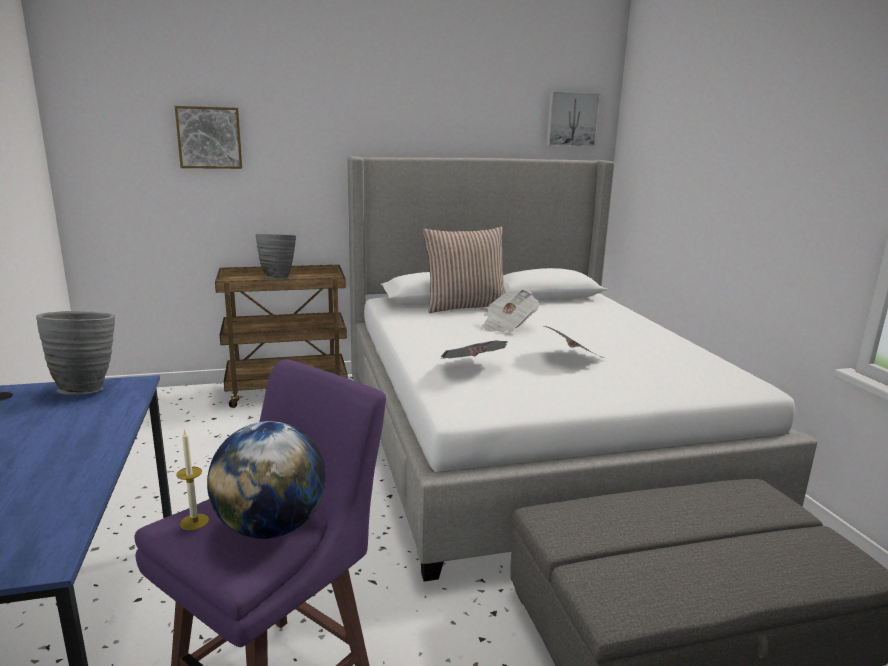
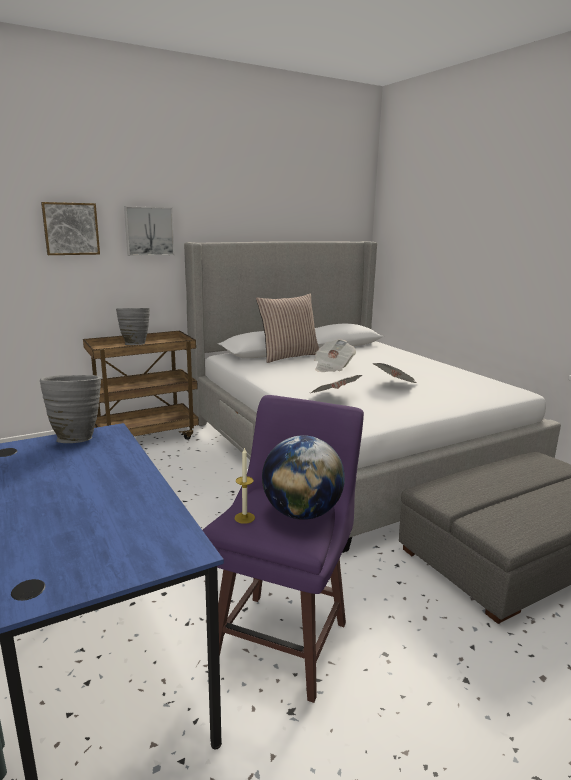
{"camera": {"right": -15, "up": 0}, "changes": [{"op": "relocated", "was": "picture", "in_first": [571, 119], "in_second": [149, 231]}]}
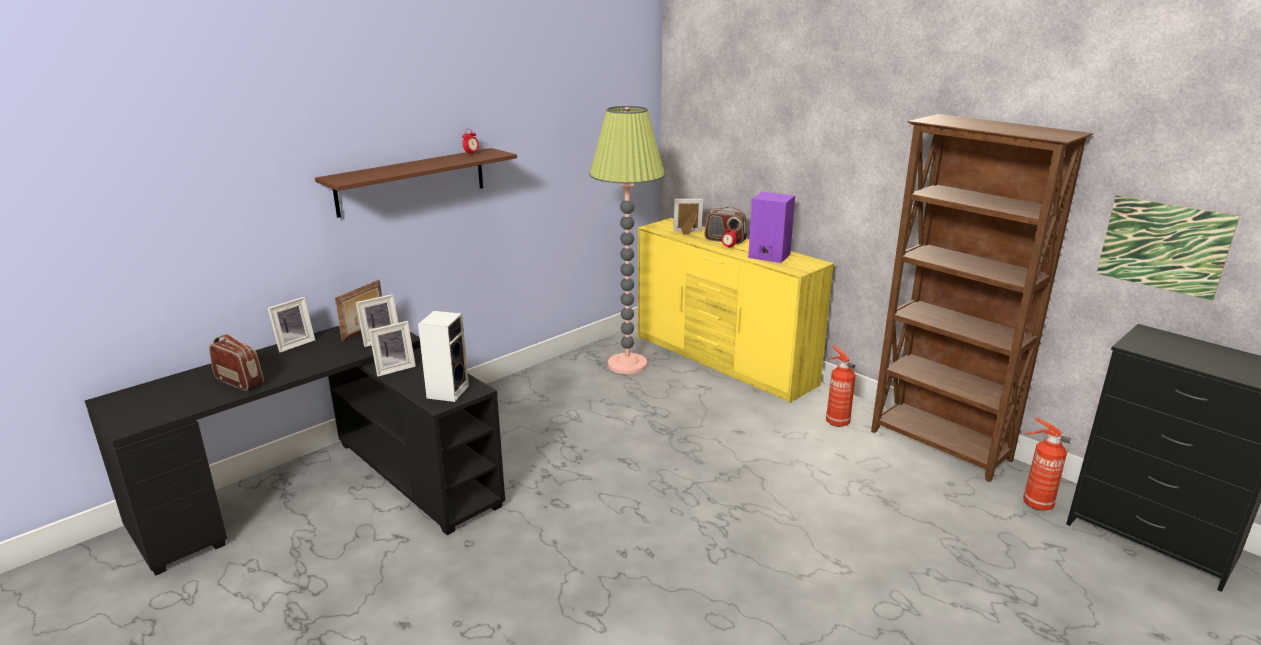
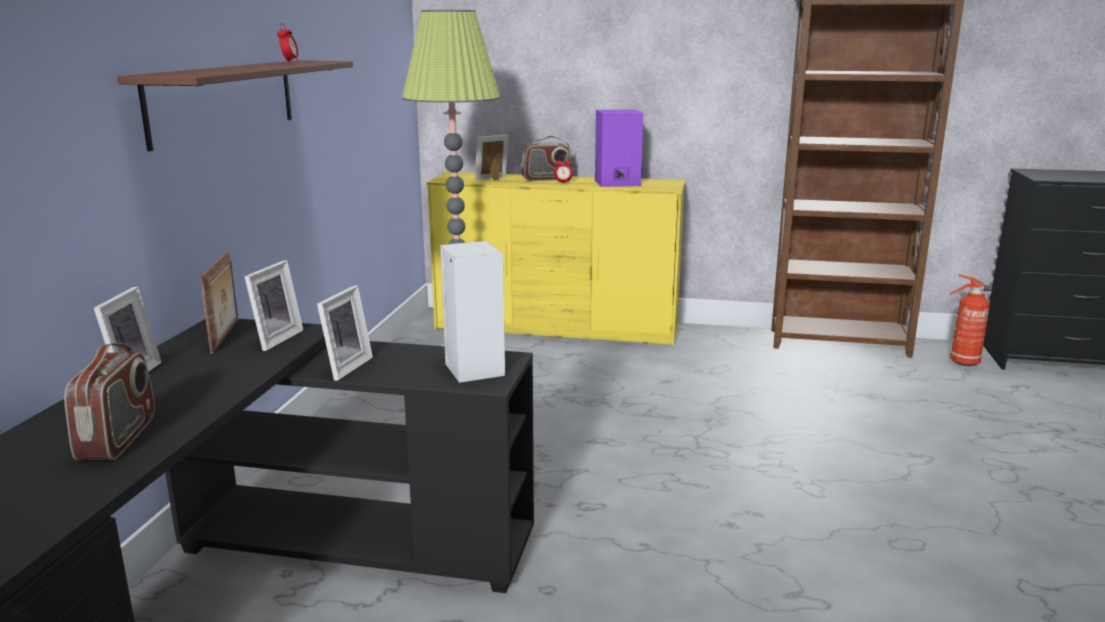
{"camera": {"right": -35, "up": -5}, "changes": [{"op": "spun", "was": "radio", "in_first": [240, 381], "in_second": [119, 438], "clockwise": 90}, {"op": "missing", "was": "fire extinguisher", "in_first": [836, 422]}, {"op": "missing", "was": "picture", "in_first": [1163, 246]}]}
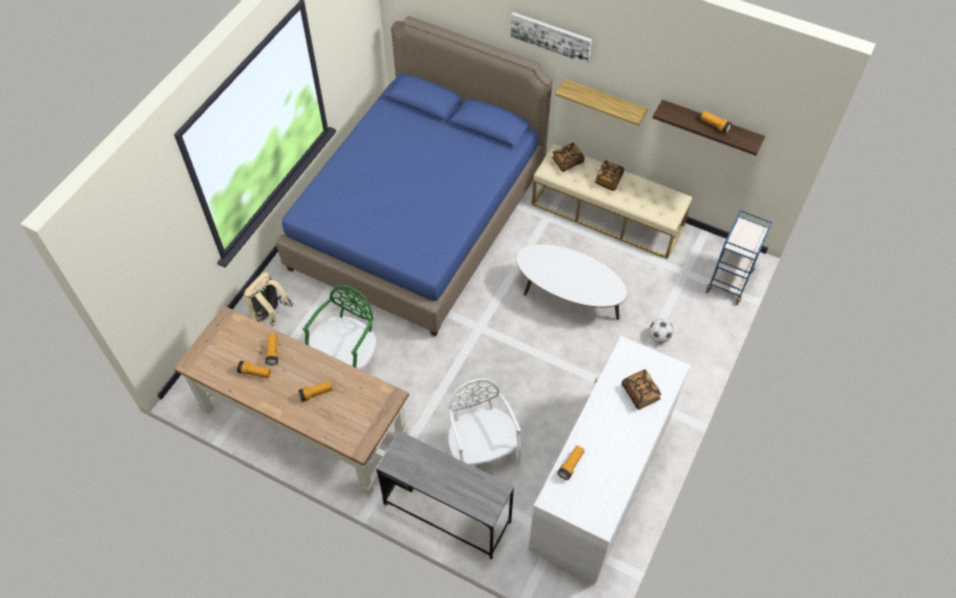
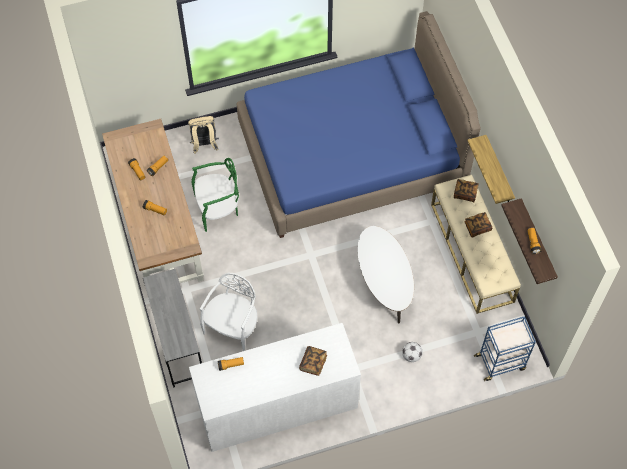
{"camera": {"right": 45, "up": 5}, "changes": [{"op": "missing", "was": "picture", "in_first": [551, 36]}]}
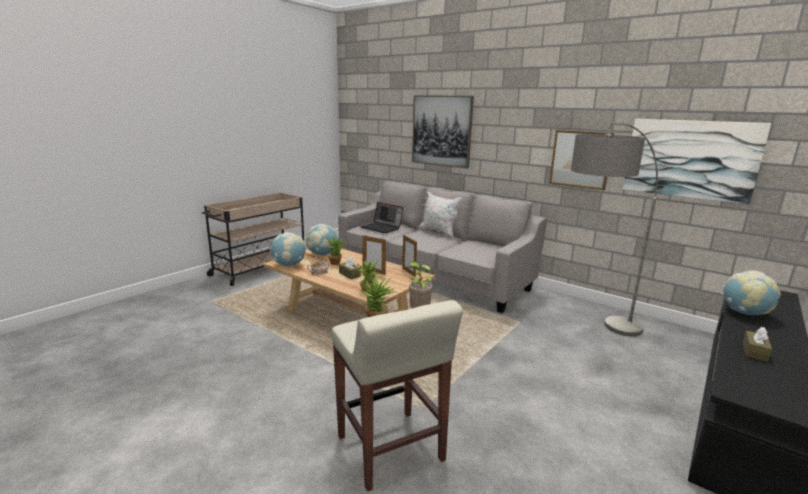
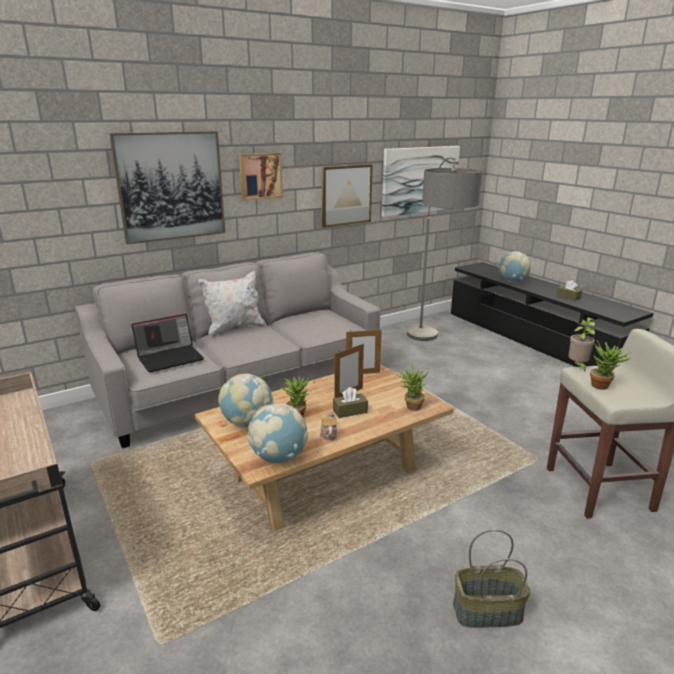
{"camera": {"right": -70, "up": 5}, "changes": [{"op": "appeared", "now": "picture", "in_second": [260, 176]}, {"op": "appeared", "now": "basket", "in_second": [487, 612]}]}
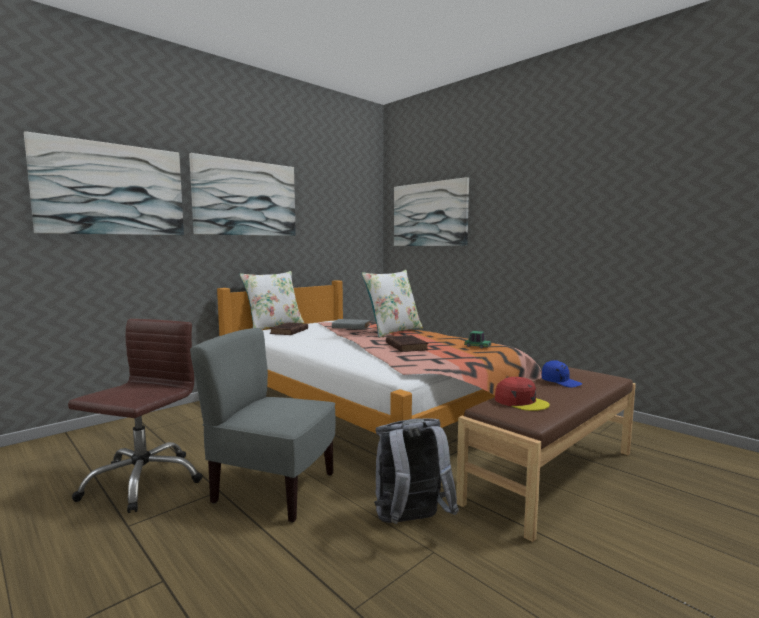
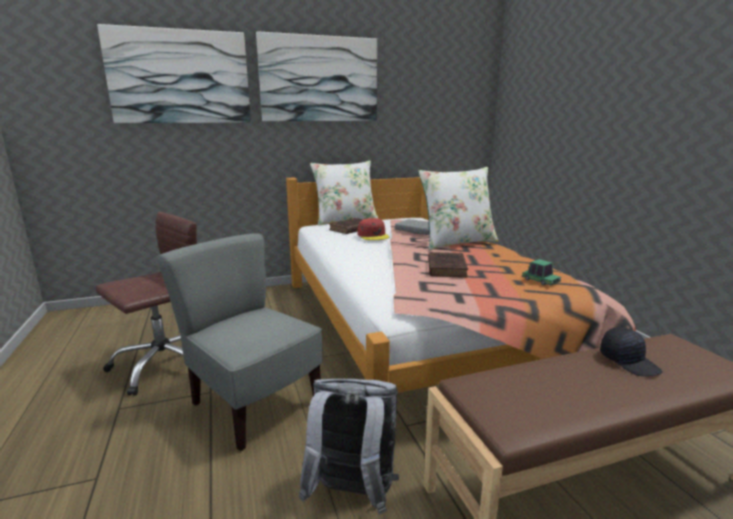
{"camera": {"right": 25, "up": 10}, "changes": [{"op": "missing", "was": "picture", "in_first": [429, 214]}, {"op": "relocated", "was": "cap in red", "in_first": [521, 402], "in_second": [373, 235]}, {"op": "colour", "was": "cap in blue", "now": "cap in black", "in_first": [560, 382], "in_second": [629, 361]}]}
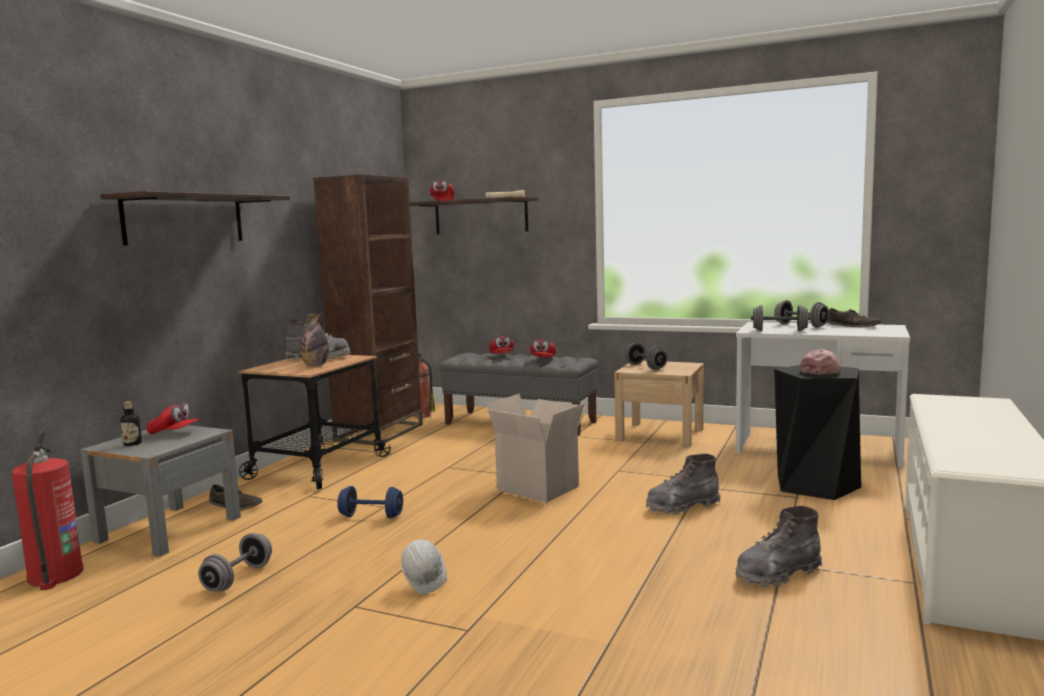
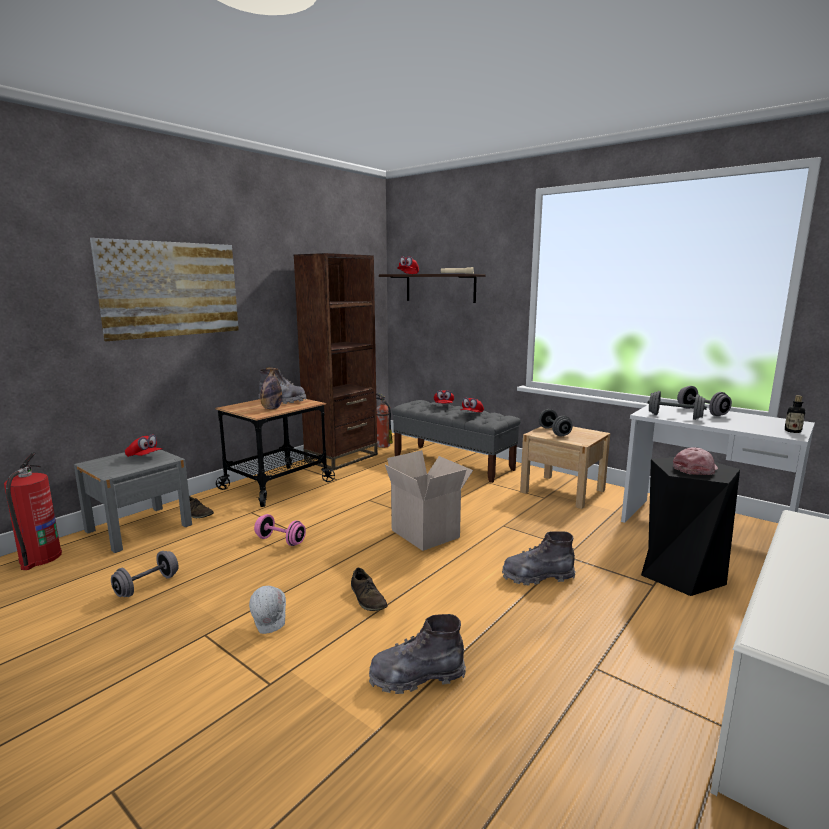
{"camera": {"right": 15, "up": 5}, "changes": [{"op": "exchanged", "was": "shelf", "now": "picture", "in_first": [185, 219], "in_second": [171, 289]}, {"op": "relocated", "was": "bottle", "in_first": [132, 444], "in_second": [792, 431]}, {"op": "colour", "was": "dumbbell in blue", "now": "dumbbell in pink", "in_first": [371, 516], "in_second": [280, 541]}, {"op": "relocated", "was": "boot in grey", "in_first": [777, 573], "in_second": [416, 676]}, {"op": "relocated", "was": "shoe in brown", "in_first": [852, 325], "in_second": [368, 598]}]}
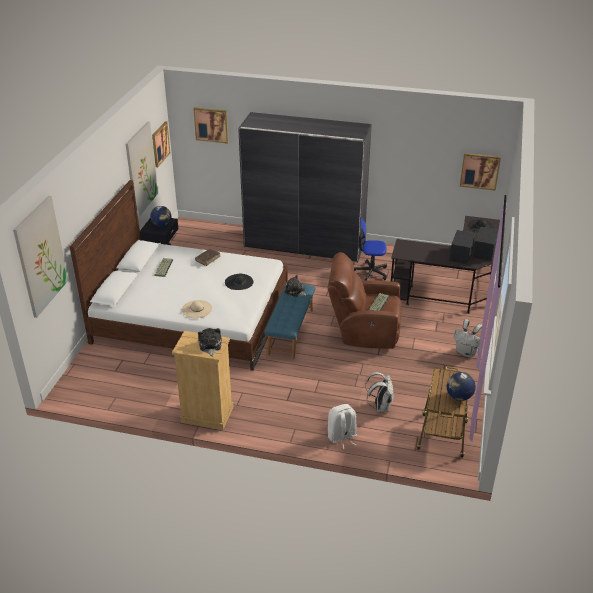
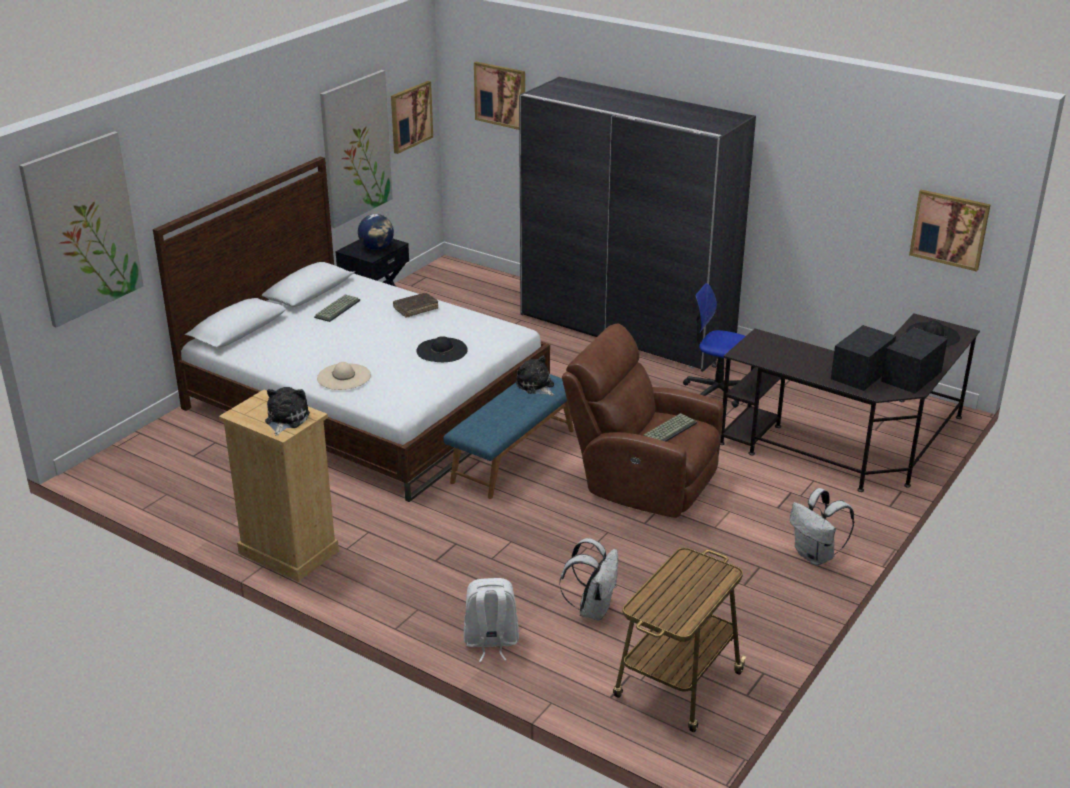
{"camera": {"right": 20, "up": -5}, "changes": [{"op": "missing", "was": "globe", "in_first": [459, 397]}]}
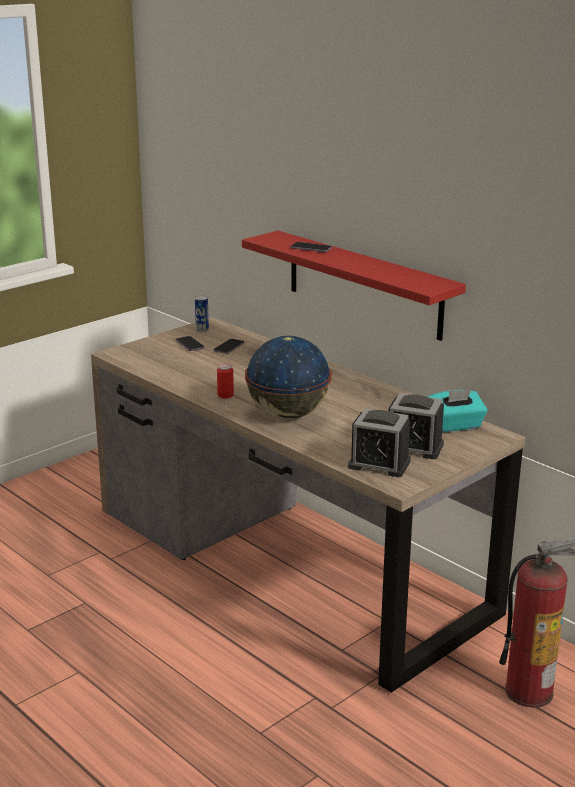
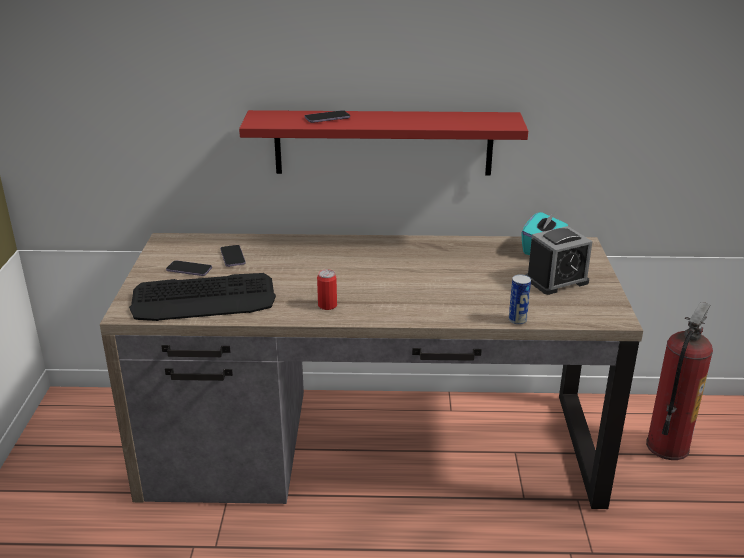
{"camera": {"right": -45, "up": 5}, "changes": [{"op": "relocated", "was": "can", "in_first": [202, 330], "in_second": [517, 320]}, {"op": "missing", "was": "globe", "in_first": [288, 414]}, {"op": "missing", "was": "alarm clock", "in_first": [379, 464]}, {"op": "appeared", "now": "keyboard", "in_second": [204, 299]}]}
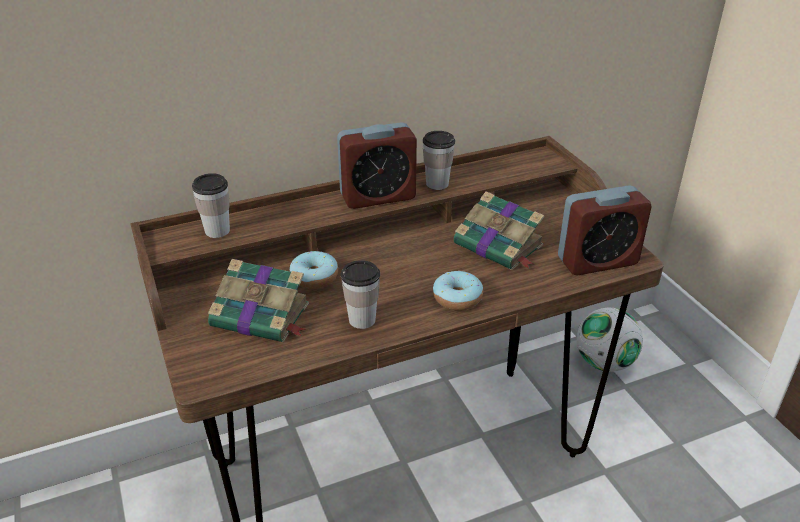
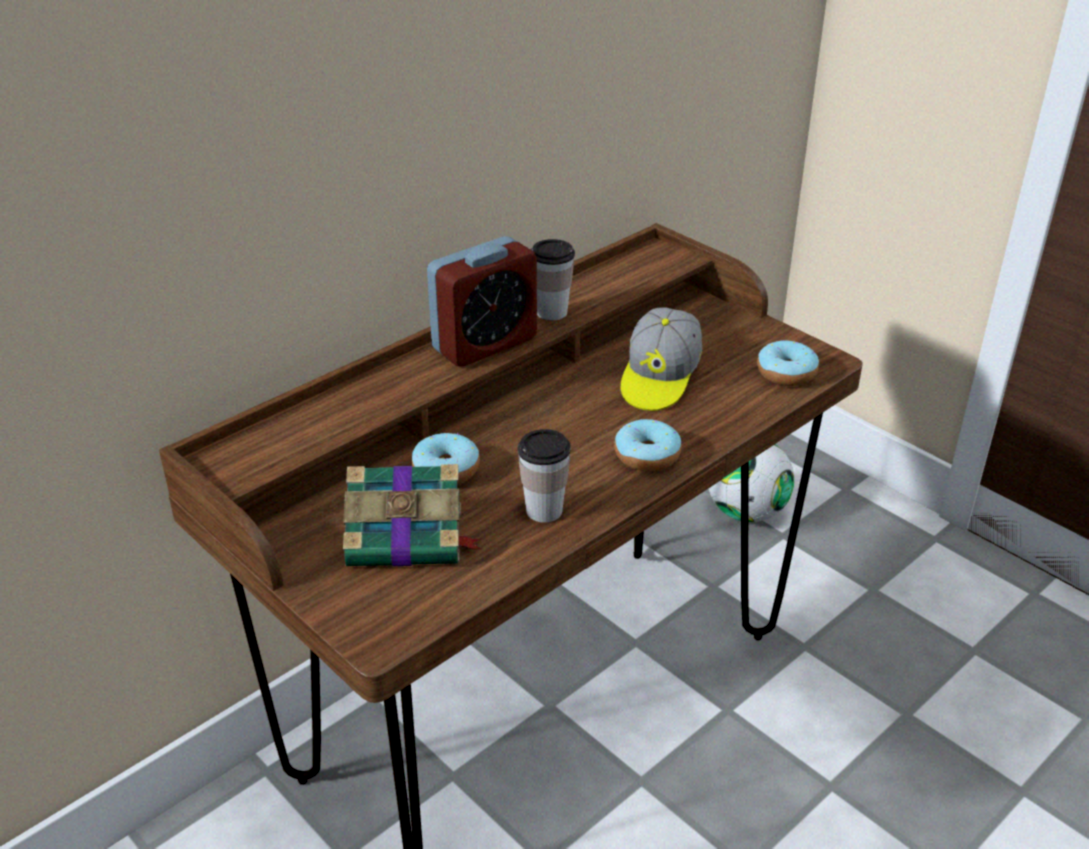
{"camera": {"right": -20, "up": 0}, "changes": [{"op": "missing", "was": "cup", "in_first": [217, 231]}, {"op": "exchanged", "was": "book", "now": "cap", "in_first": [499, 246], "in_second": [659, 378]}, {"op": "exchanged", "was": "alarm clock", "now": "donut", "in_first": [597, 261], "in_second": [786, 373]}]}
